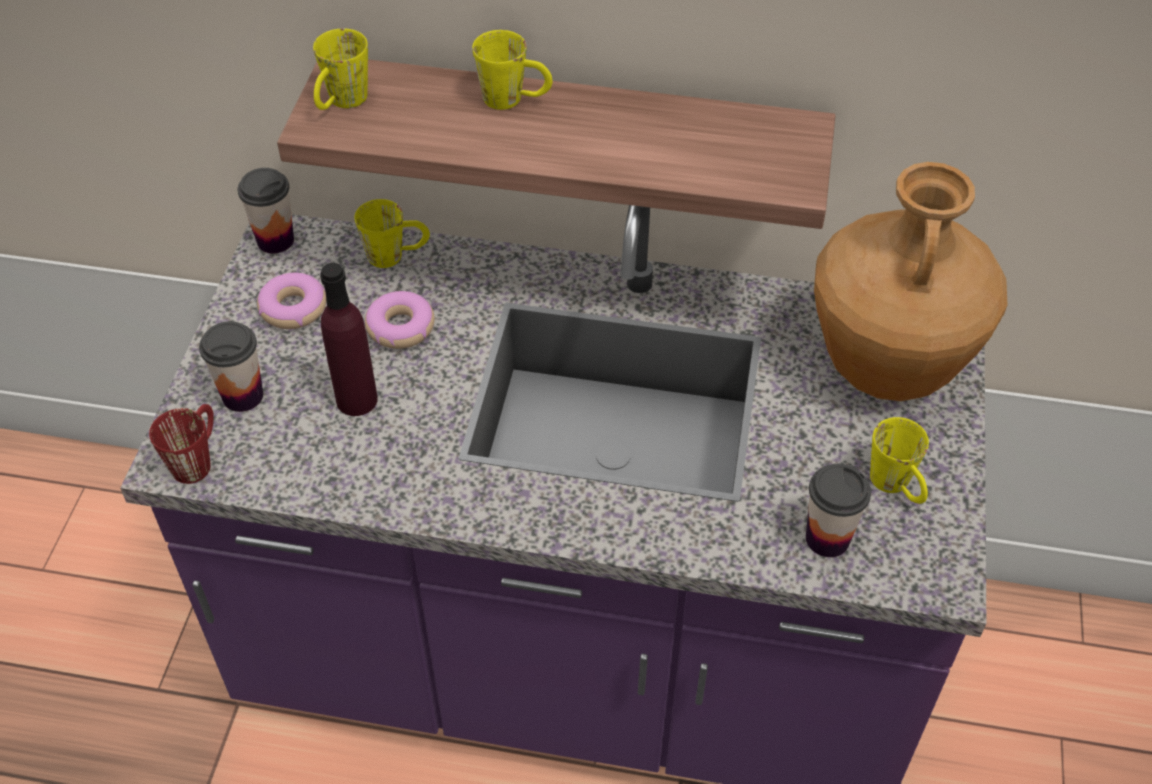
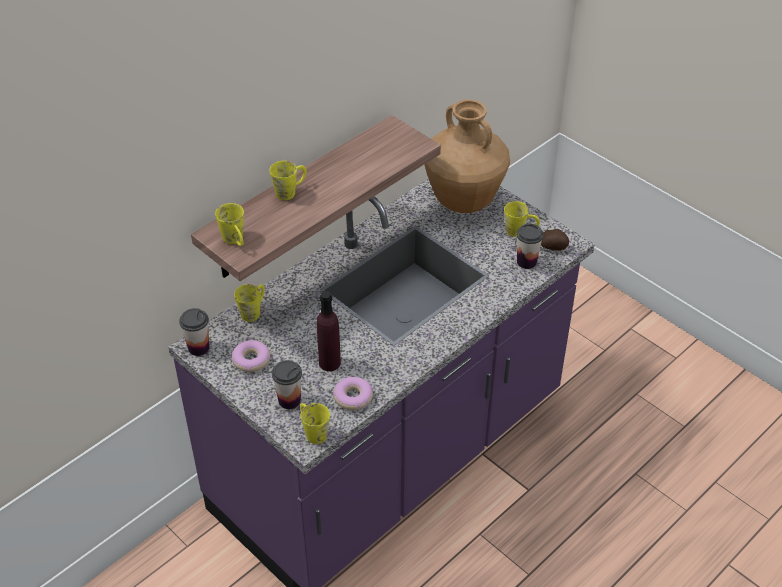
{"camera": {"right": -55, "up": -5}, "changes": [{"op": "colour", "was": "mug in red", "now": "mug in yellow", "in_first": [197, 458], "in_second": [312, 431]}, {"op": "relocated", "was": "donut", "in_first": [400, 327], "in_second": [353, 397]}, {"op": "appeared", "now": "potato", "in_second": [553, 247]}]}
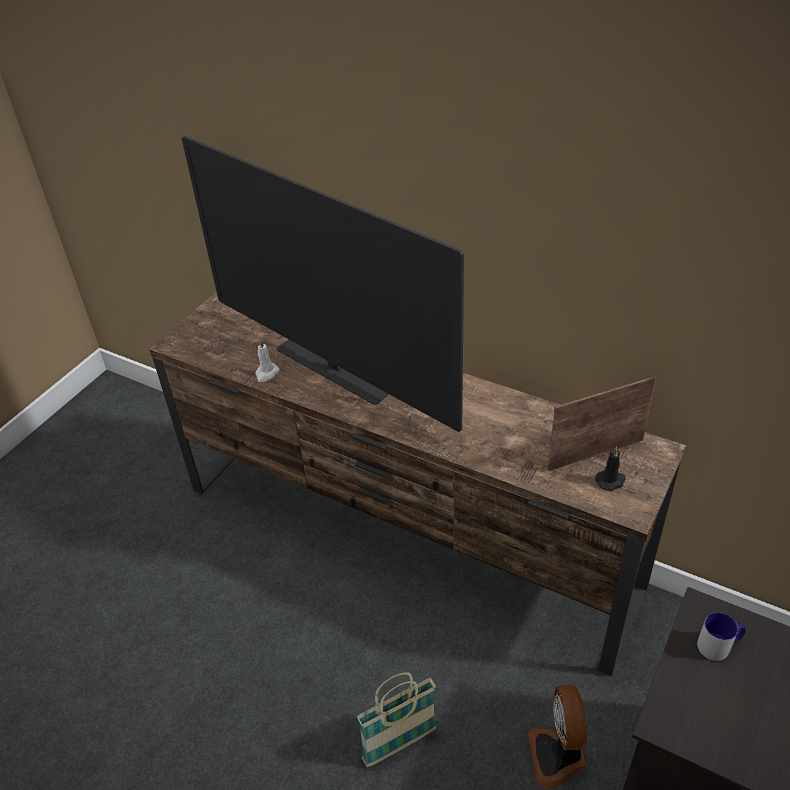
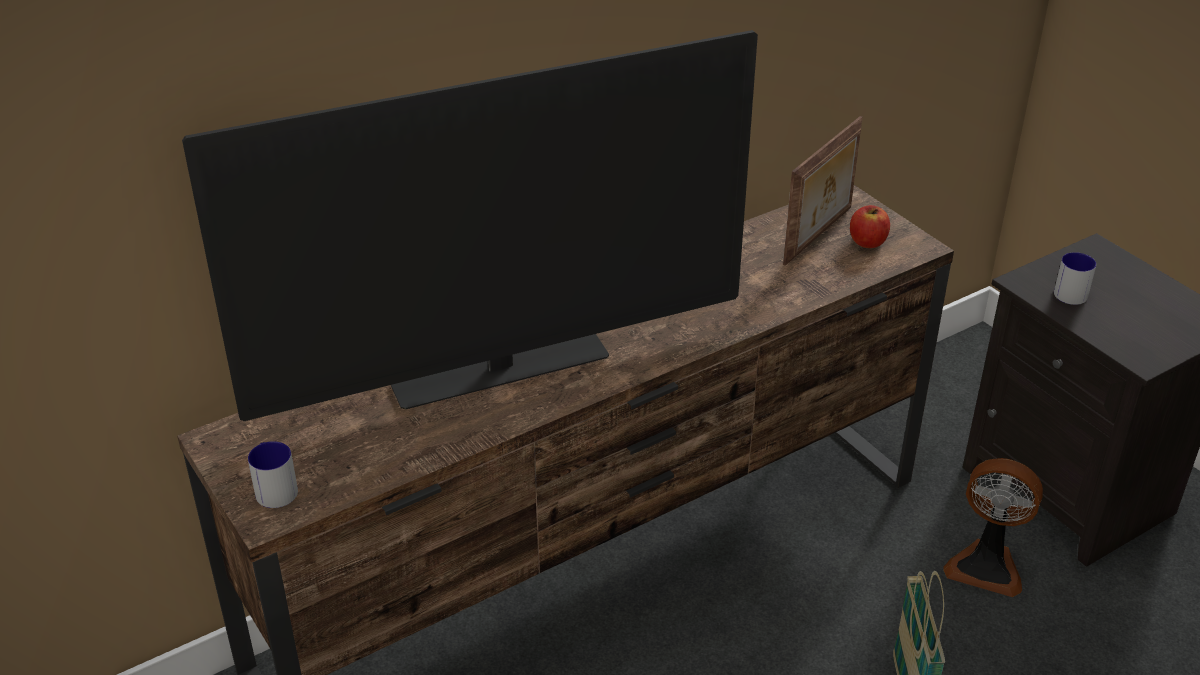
{"camera": {"right": -65, "up": -5}, "changes": [{"op": "missing", "was": "candle in white", "in_first": [266, 373]}, {"op": "spun", "was": "picture frame", "in_first": [594, 453], "in_second": [820, 236], "clockwise": -150}, {"op": "exchanged", "was": "candle in black", "now": "apple", "in_first": [611, 481], "in_second": [867, 242]}, {"op": "appeared", "now": "mug", "in_second": [274, 488]}]}
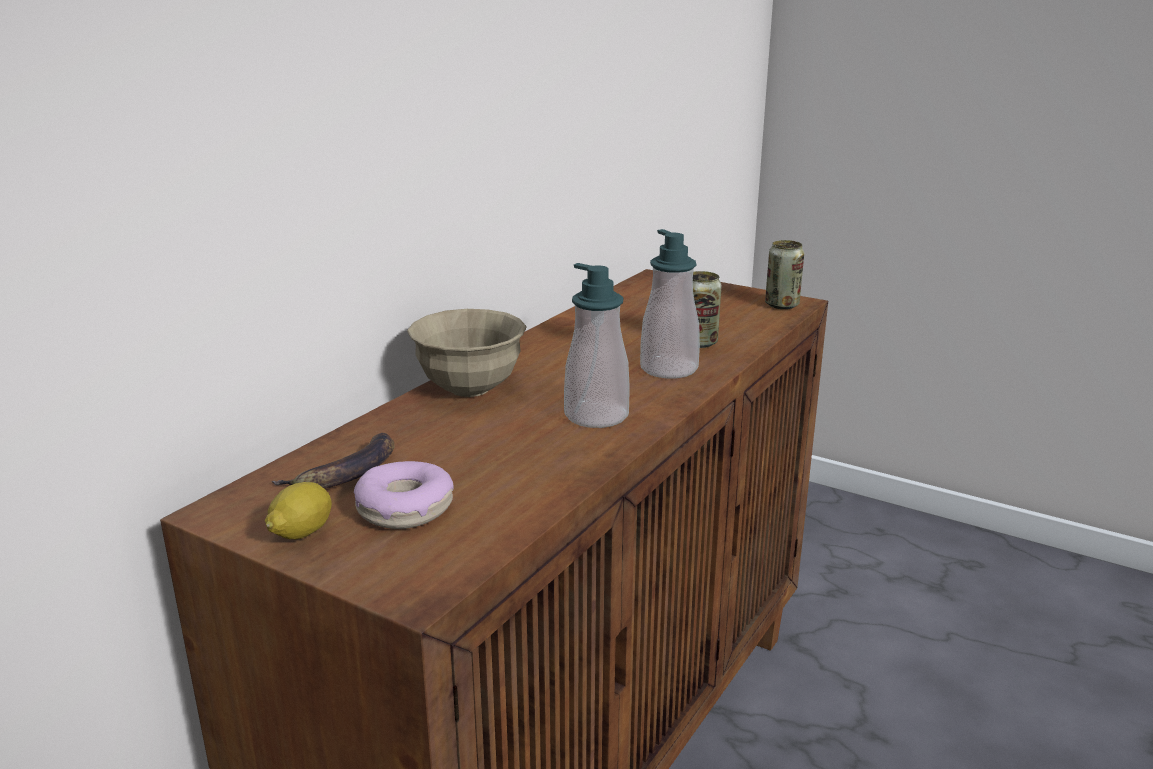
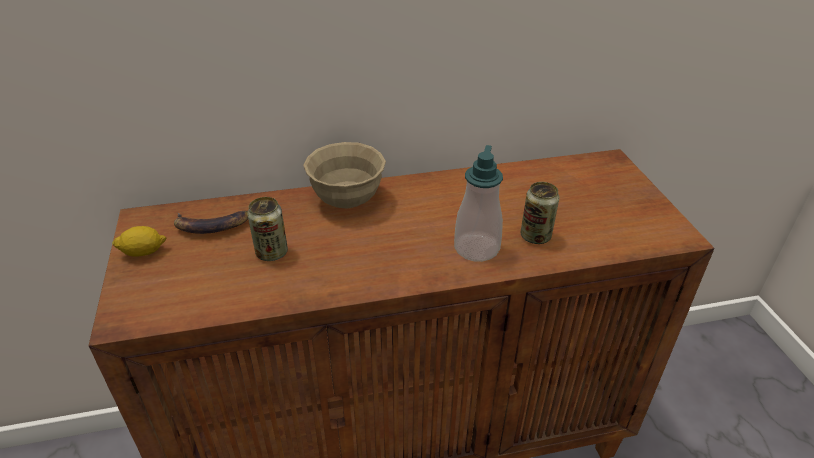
{"camera": {"right": 45, "up": 15}, "changes": [{"op": "missing", "was": "donut", "in_first": [405, 508]}, {"op": "missing", "was": "soap dispenser", "in_first": [596, 416]}, {"op": "relocated", "was": "can", "in_first": [782, 305], "in_second": [271, 253]}]}
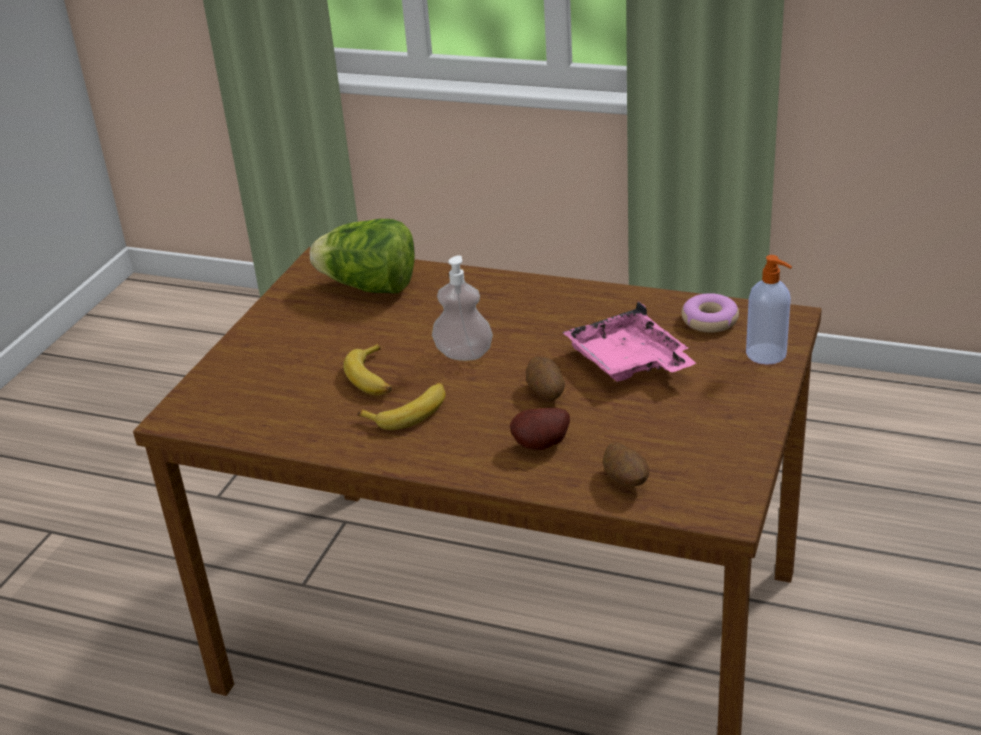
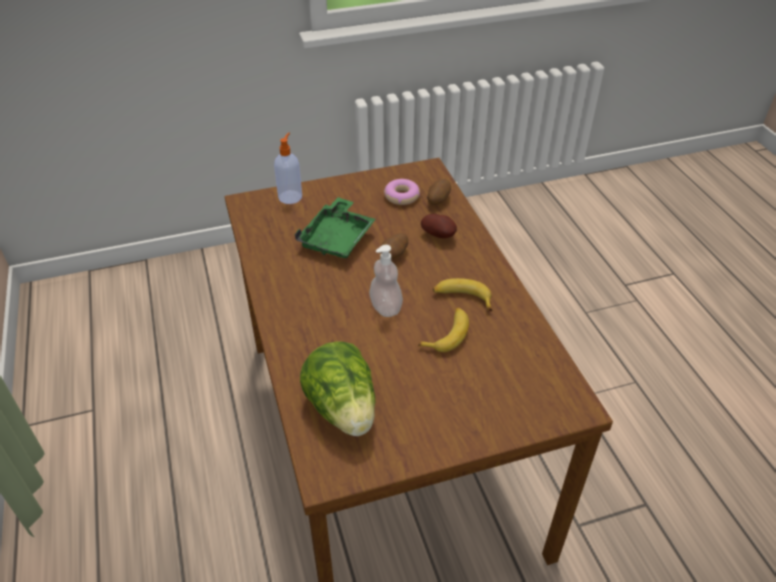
{"camera": {"right": -130, "up": 10}, "changes": [{"op": "colour", "was": "tray in pink", "now": "tray in green", "in_first": [628, 362], "in_second": [337, 238]}, {"op": "relocated", "was": "donut", "in_first": [710, 320], "in_second": [401, 196]}]}
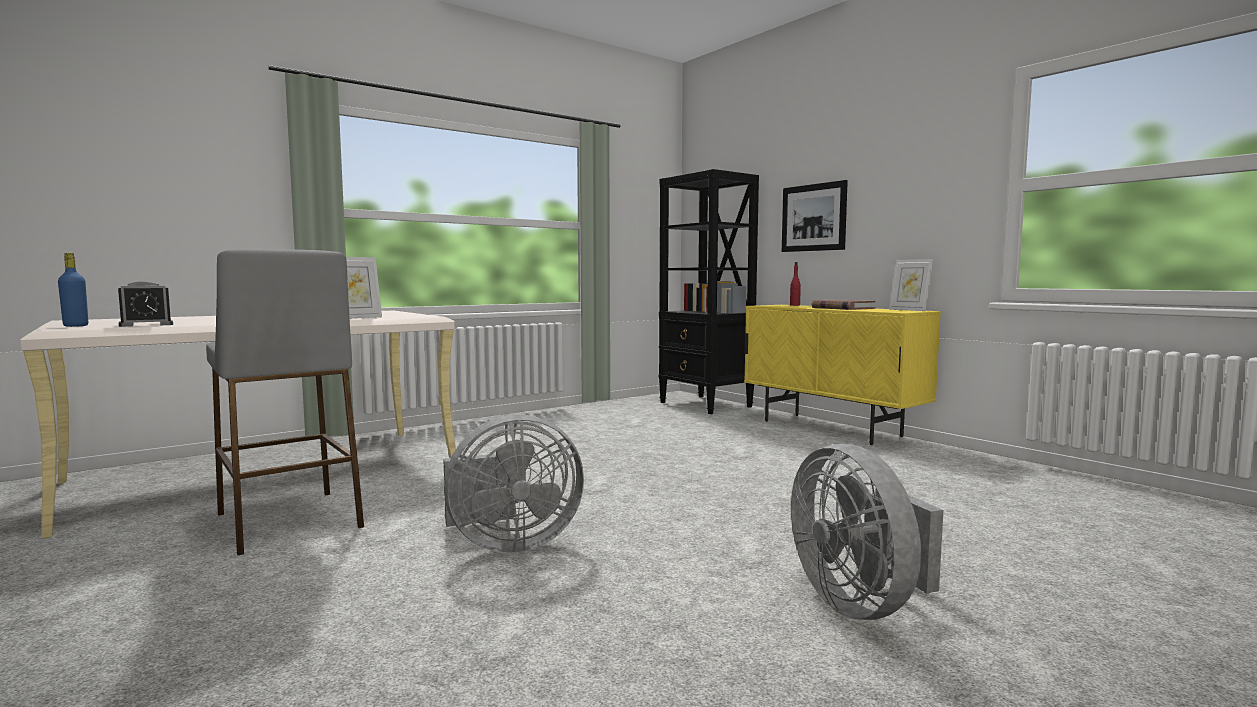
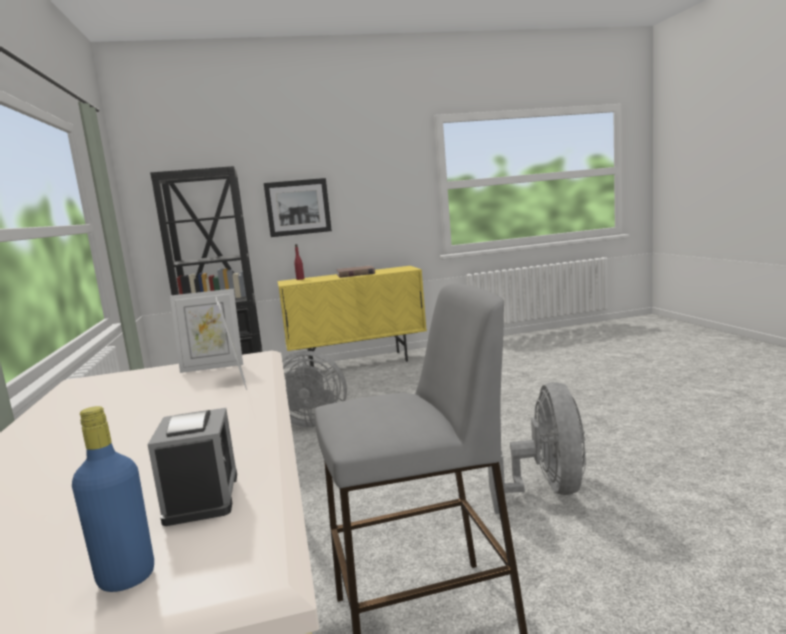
{"camera": {"right": -65, "up": 5}, "changes": [{"op": "relocated", "was": "fan in grey", "in_first": [860, 603], "in_second": [312, 422]}, {"op": "relocated", "was": "picture frame", "in_first": [909, 310], "in_second": [212, 367]}]}
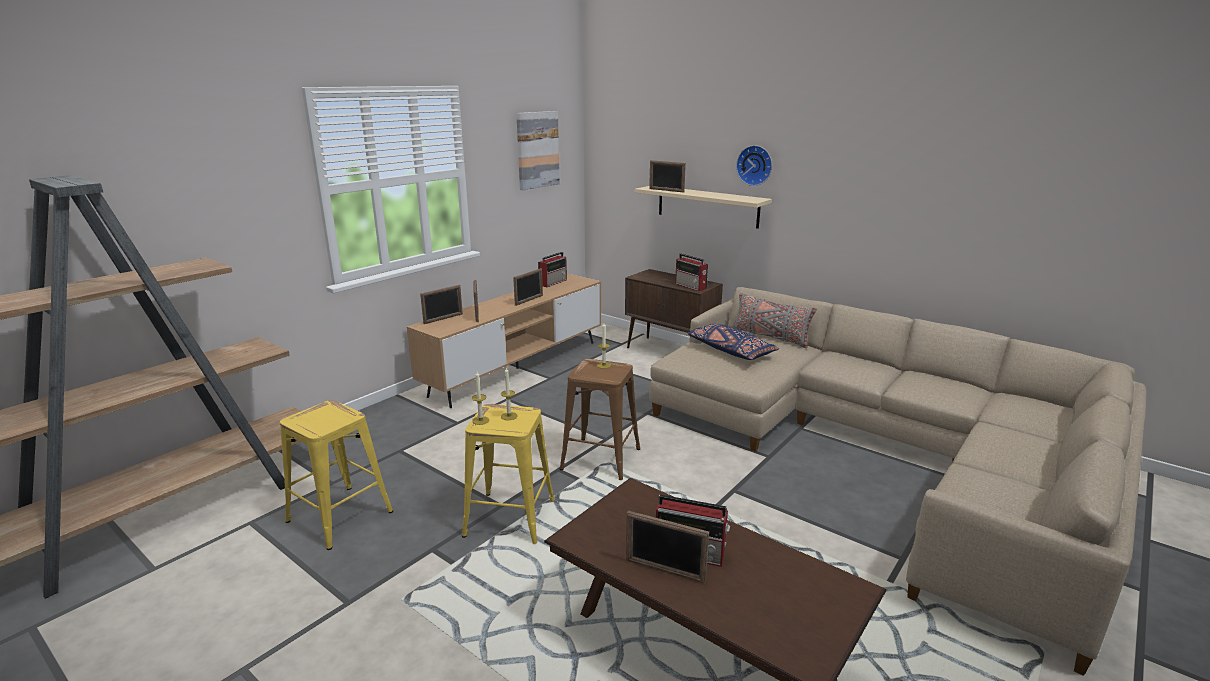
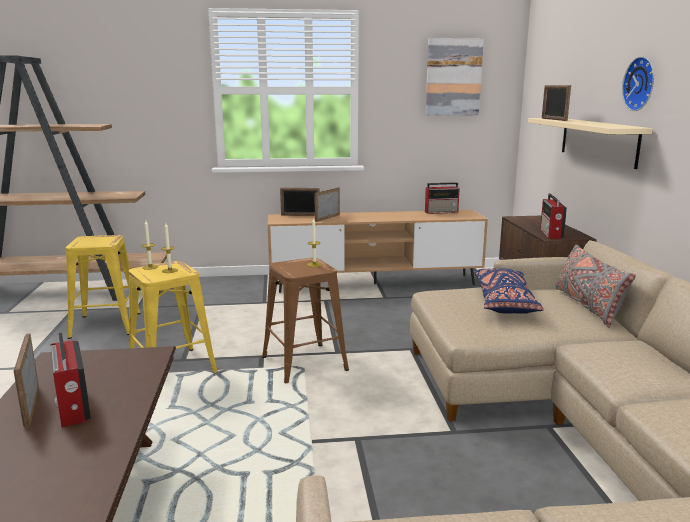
{"camera": {"right": 45, "up": -5}, "changes": [{"op": "missing", "was": "picture frame", "in_first": [529, 300]}]}
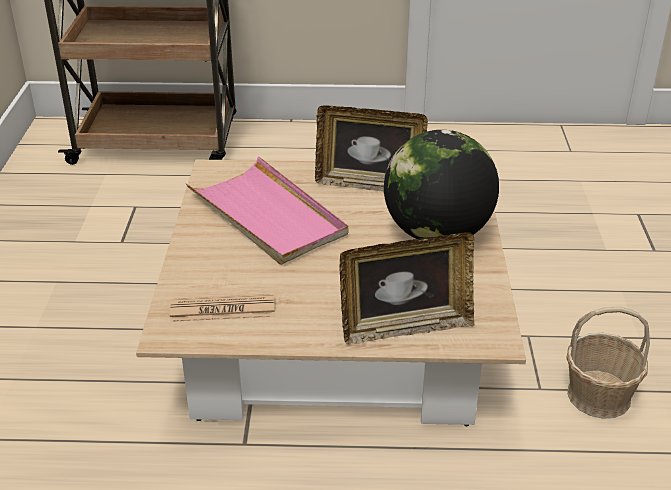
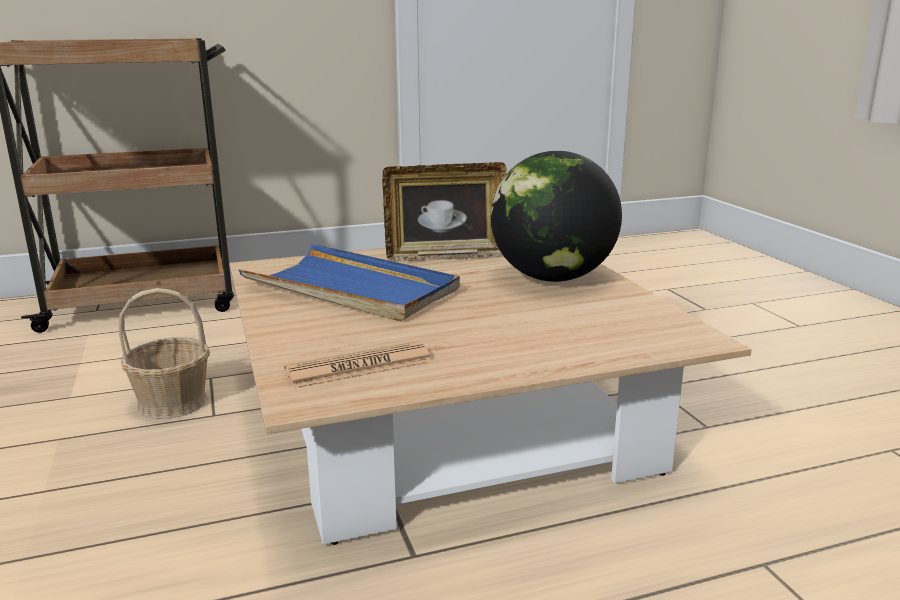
{"camera": {"right": -20, "up": -15}, "changes": [{"op": "colour", "was": "tray in pink", "now": "tray in blue", "in_first": [267, 215], "in_second": [351, 289]}, {"op": "missing", "was": "picture frame", "in_first": [405, 327]}, {"op": "relocated", "was": "basket", "in_first": [599, 396], "in_second": [173, 403]}]}
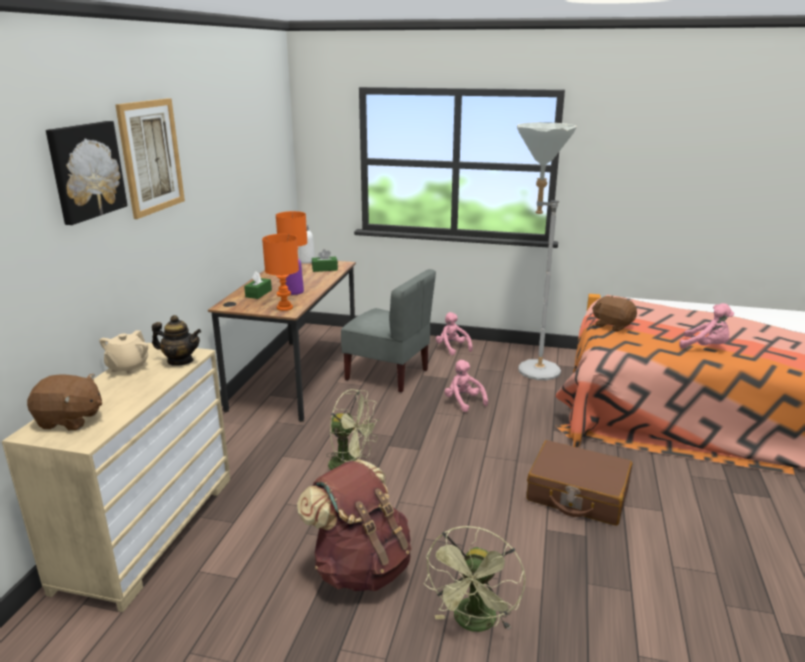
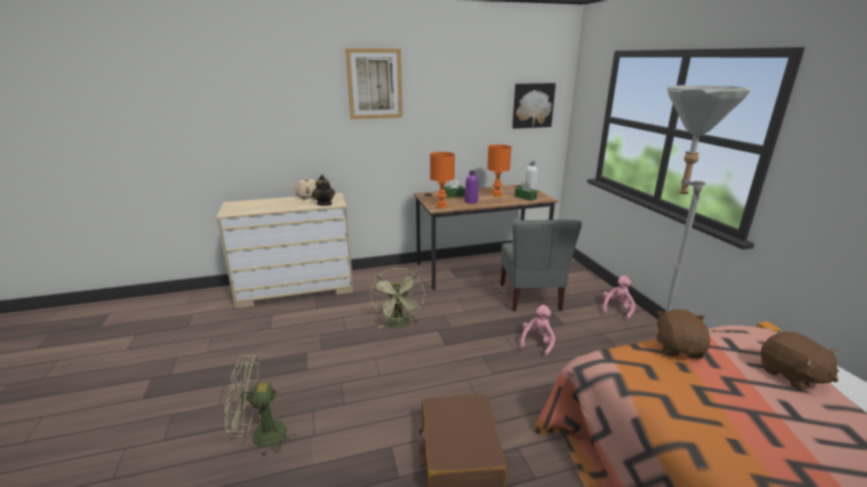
{"camera": {"right": 60, "up": 0}, "changes": [{"op": "relocated", "was": "plush toy in brown", "in_first": [70, 420], "in_second": [791, 375]}, {"op": "relocated", "was": "picture", "in_first": [85, 171], "in_second": [532, 105]}, {"op": "missing", "was": "backpack in brown", "in_first": [360, 567]}, {"op": "missing", "was": "plush toy in pink", "in_first": [706, 347]}]}
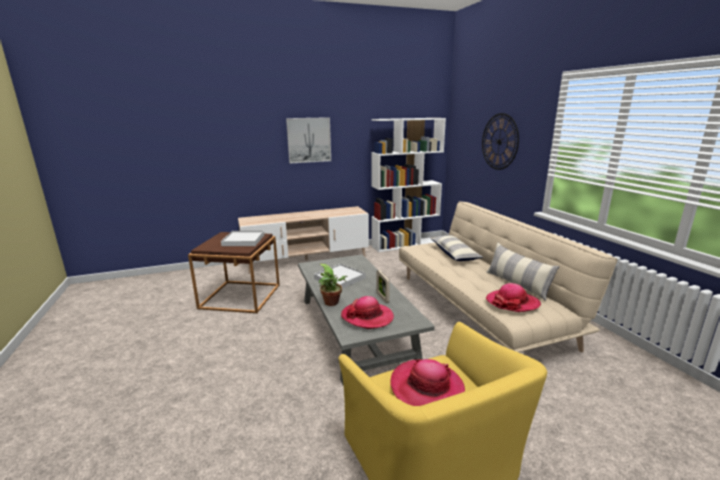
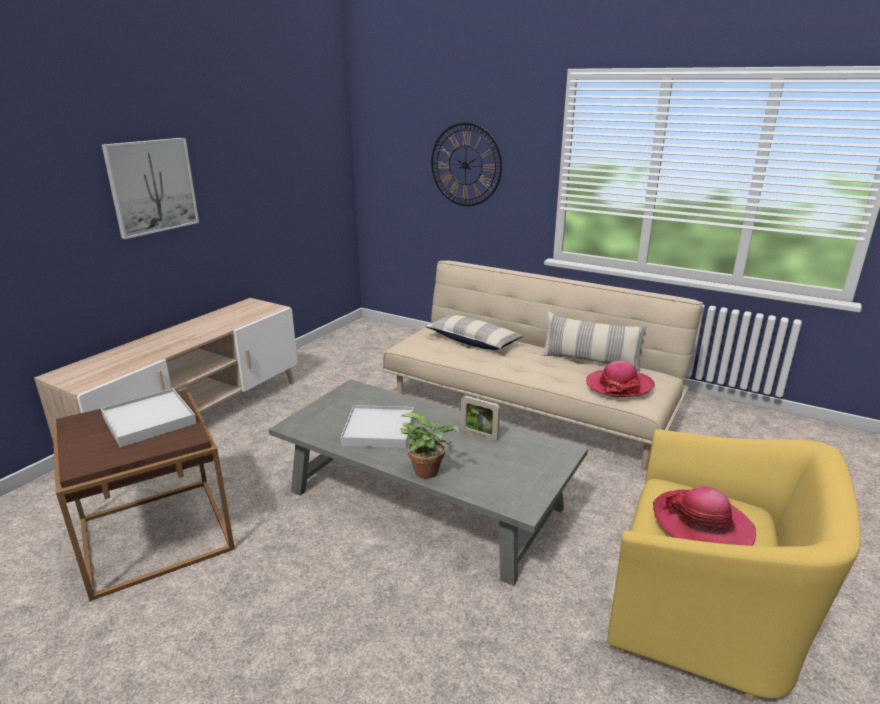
{"camera": {"right": -40, "up": 5}, "changes": [{"op": "missing", "was": "hat", "in_first": [367, 317]}, {"op": "missing", "was": "bookcase in white", "in_first": [405, 244]}]}
